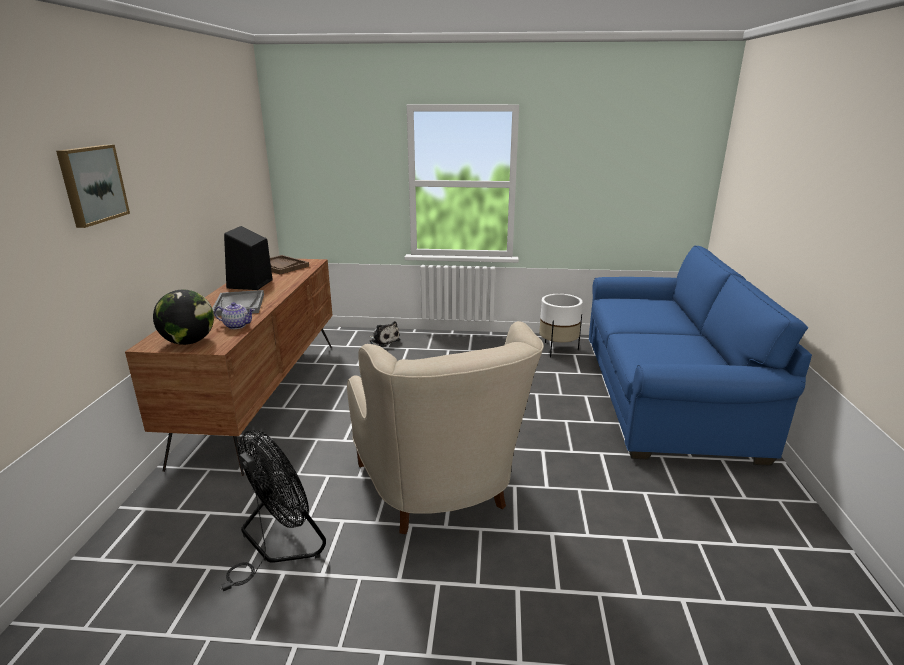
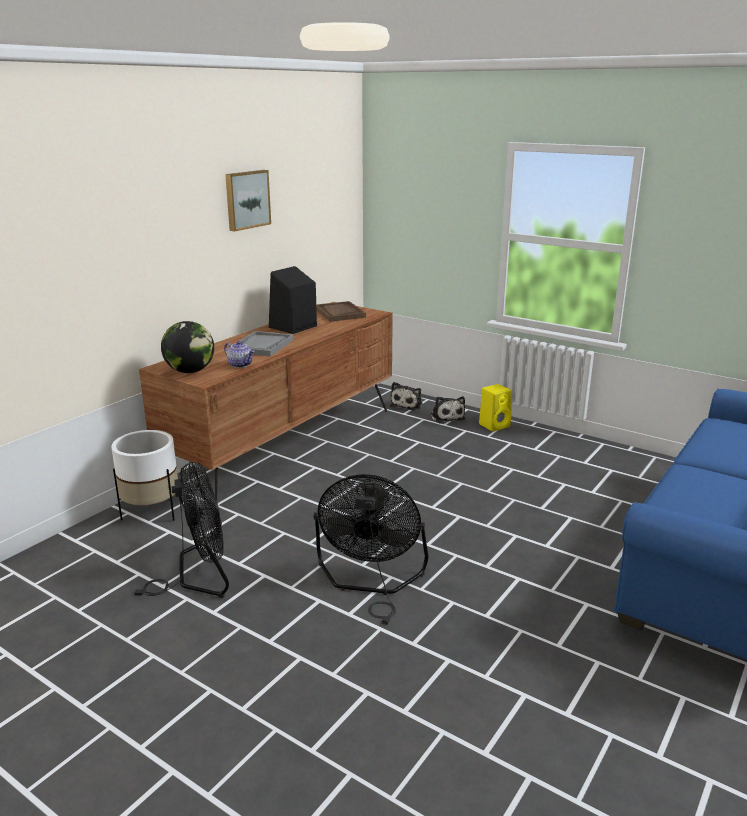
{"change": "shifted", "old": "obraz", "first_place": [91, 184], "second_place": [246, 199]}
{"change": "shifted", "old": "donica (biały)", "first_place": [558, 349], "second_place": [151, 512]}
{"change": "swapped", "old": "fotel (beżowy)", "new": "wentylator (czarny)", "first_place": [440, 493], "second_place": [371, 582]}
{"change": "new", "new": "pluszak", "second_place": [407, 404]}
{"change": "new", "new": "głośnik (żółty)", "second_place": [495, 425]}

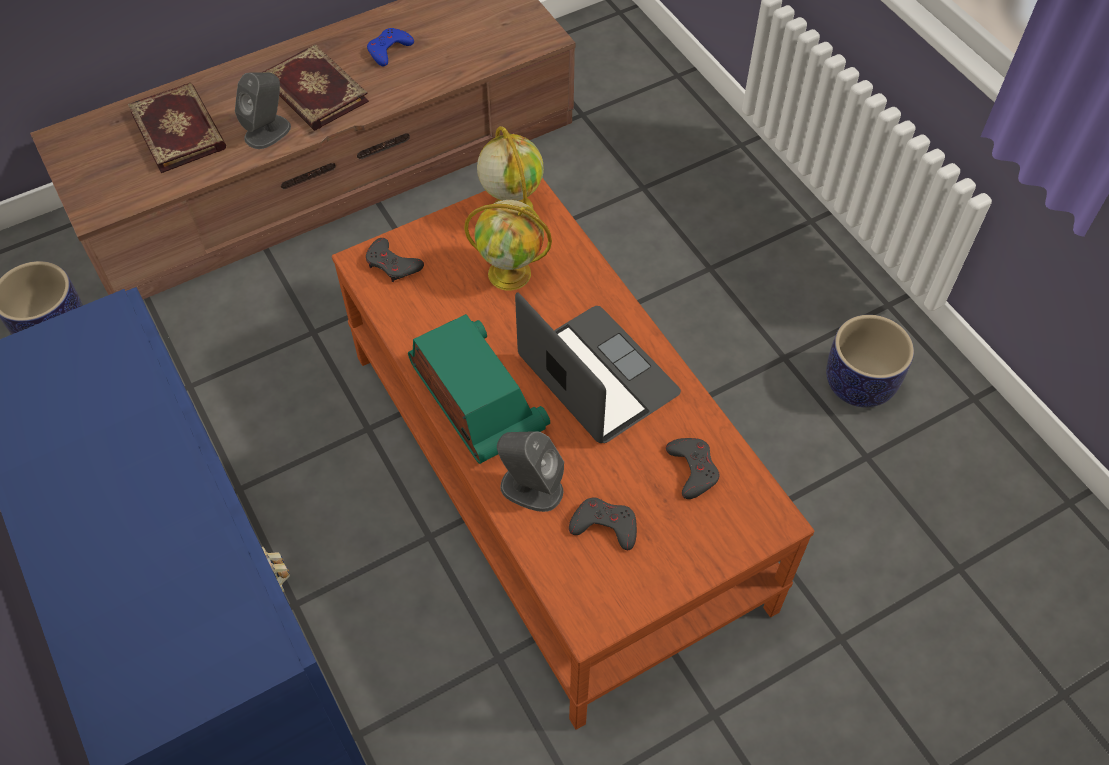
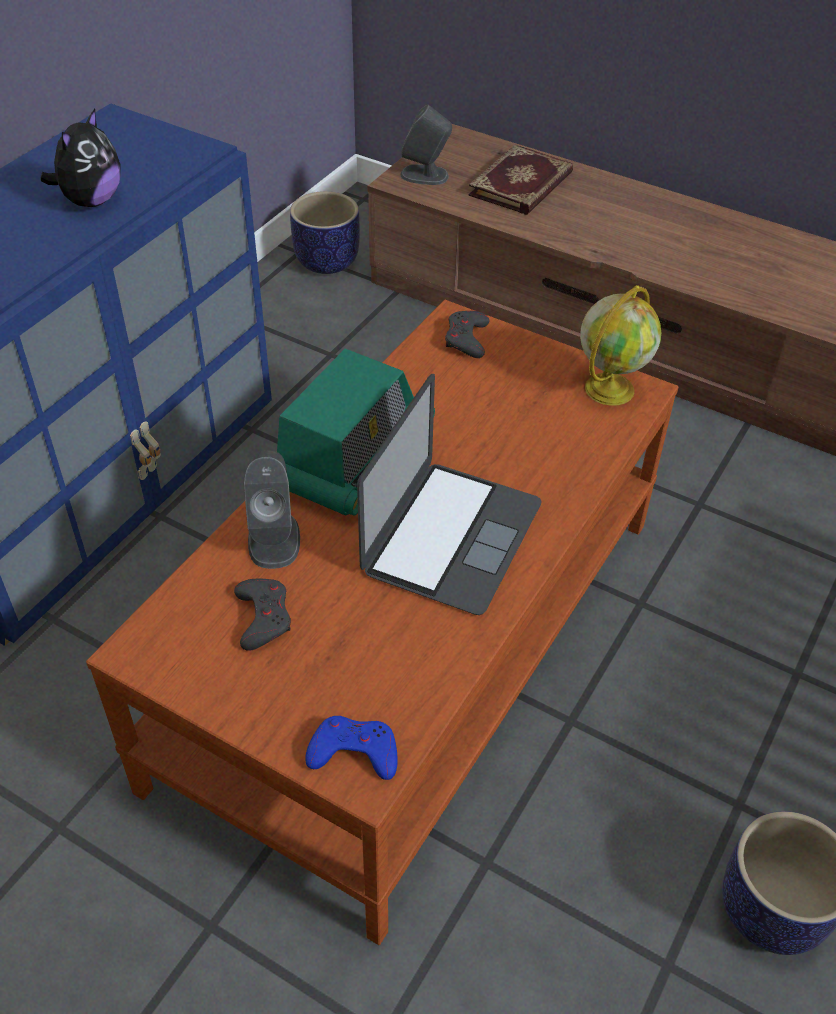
{"change": "shifted", "old": "pad do gier (niebieski)", "first_place": [389, 50], "second_place": [354, 752]}
{"change": "gone", "old": "książka", "first_place": [314, 92]}
{"change": "shifted", "old": "głośnik (szary)", "first_place": [268, 131], "second_place": [425, 175]}
{"change": "gone", "old": "globus", "first_place": [511, 273]}
{"change": "gone", "old": "pad do gier (szary)", "first_place": [692, 469]}
{"change": "new", "new": "pluszak", "second_place": [91, 201]}

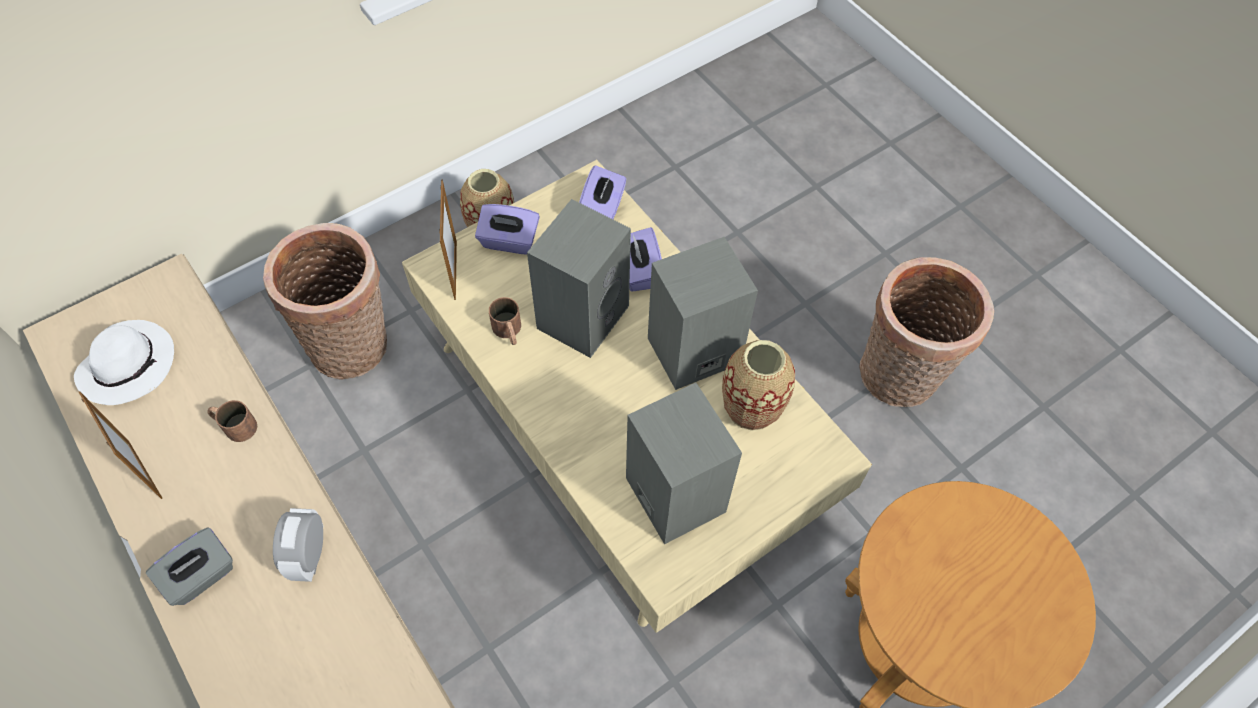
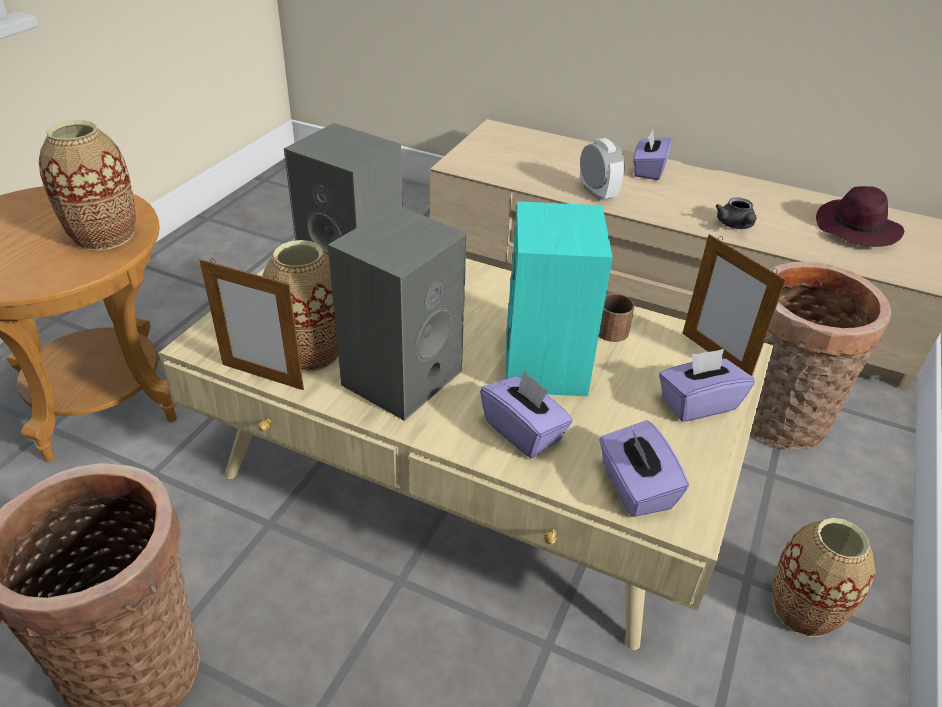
{"change": "repainted", "old": "głośnik (szary)", "new": "głośnik (turkusowy)", "first_place": [582, 314], "second_place": [547, 366]}
{"change": "repainted", "old": "kapelusz (biały)", "new": "kapelusz (fioletowy)", "first_place": [129, 364], "second_place": [857, 229]}
{"change": "shifted", "old": "ramka na zdjęcie", "first_place": [144, 469], "second_place": [262, 376]}
{"change": "swapped", "old": "kubek (brązowy)", "new": "imbryk (szary)", "first_place": [234, 425], "second_place": [735, 226]}
{"change": "repainted", "old": "pudełko chusteczek (szary)", "new": "pudełko chusteczek (fioletowy)", "first_place": [201, 576], "second_place": [648, 170]}
{"change": "new", "new": "wazon", "second_place": [104, 235]}

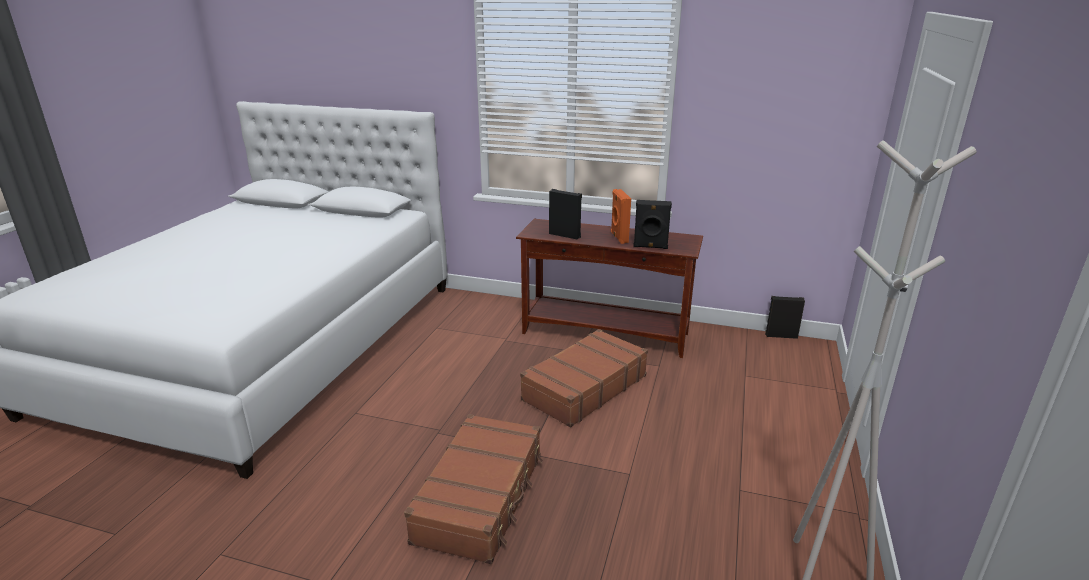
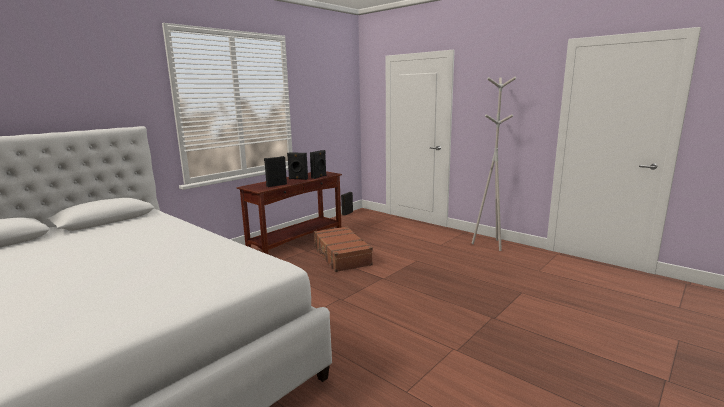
{"change": "repainted", "old": "głośnik (pomarańczowy)", "new": "głośnik (czarny)", "first_place": [618, 237], "second_place": [298, 179]}
{"change": "gone", "old": "walizka (brązowy)", "first_place": [481, 497]}

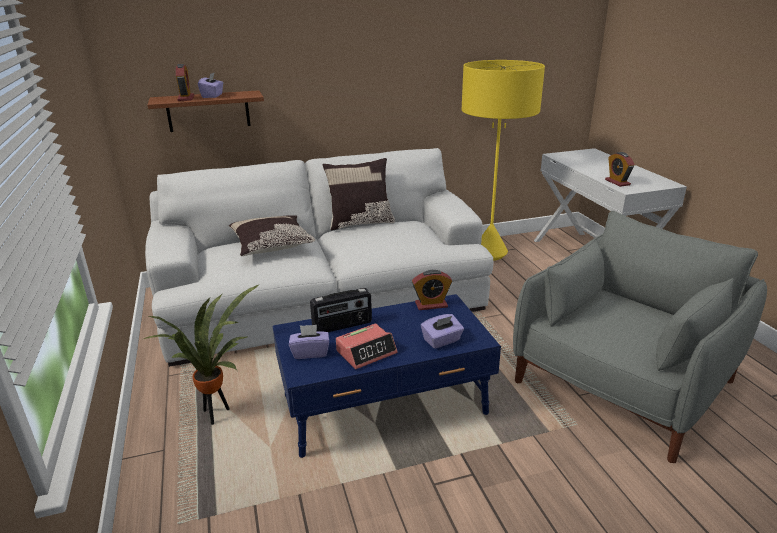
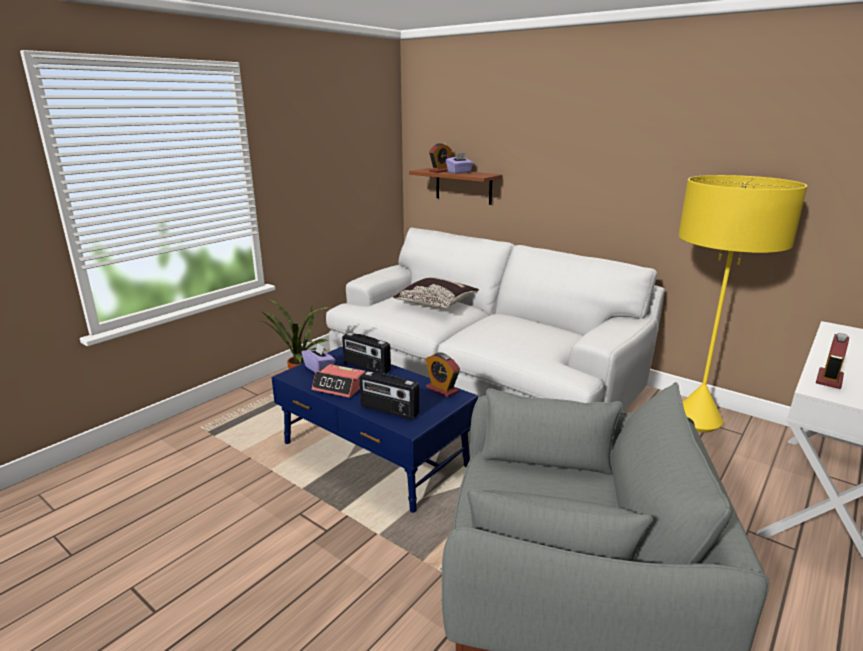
{"change": "gone", "old": "poduszka", "first_place": [360, 223]}
{"change": "swapped", "old": "pudełko chusteczek (fioletowy)", "new": "radio", "first_place": [442, 341], "second_place": [389, 411]}

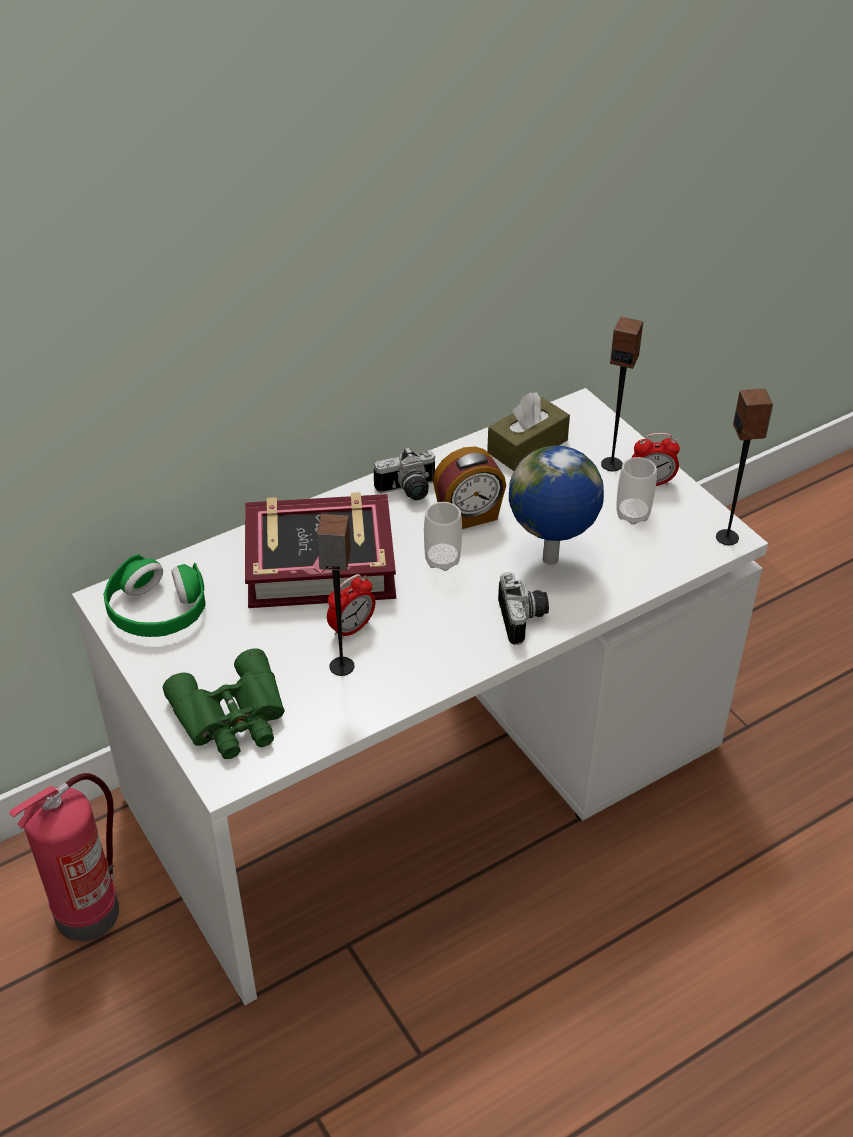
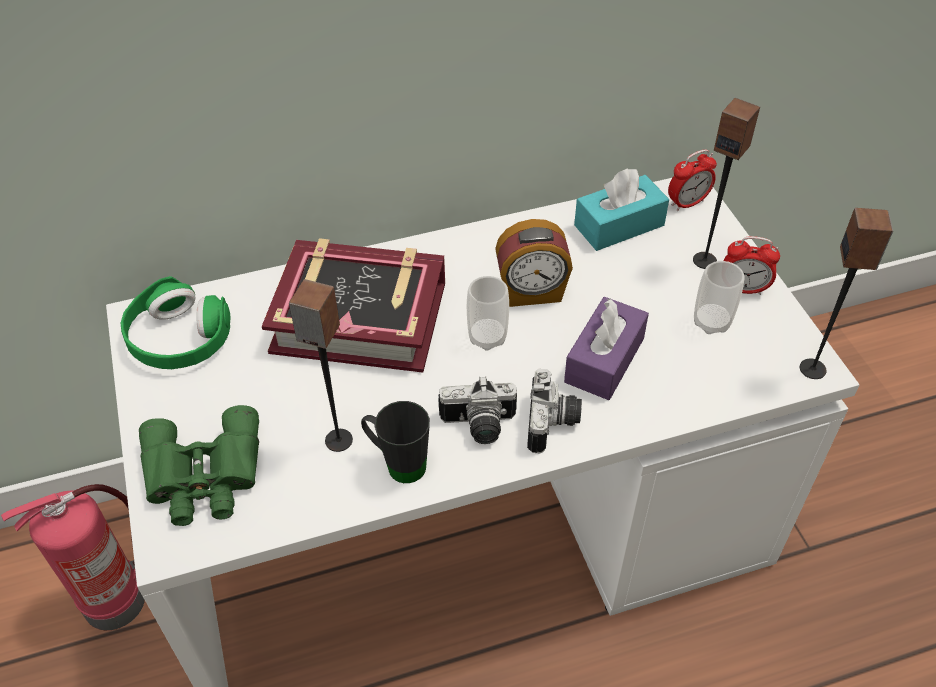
{"change": "repainted", "old": "pudełko chusteczek (brązowy)", "new": "pudełko chusteczek (turkusowy)", "first_place": [527, 446], "second_place": [619, 225]}
{"change": "swapped", "old": "globus", "new": "pudełko chusteczek (fioletowy)", "first_place": [551, 561], "second_place": [604, 360]}
{"change": "shifted", "old": "aparat fotograficzny", "first_place": [408, 491], "second_place": [478, 426]}
{"change": "shifted", "old": "budzik", "first_place": [352, 628], "second_place": [687, 203]}
{"change": "new", "new": "kubek (czarny)", "second_place": [397, 463]}

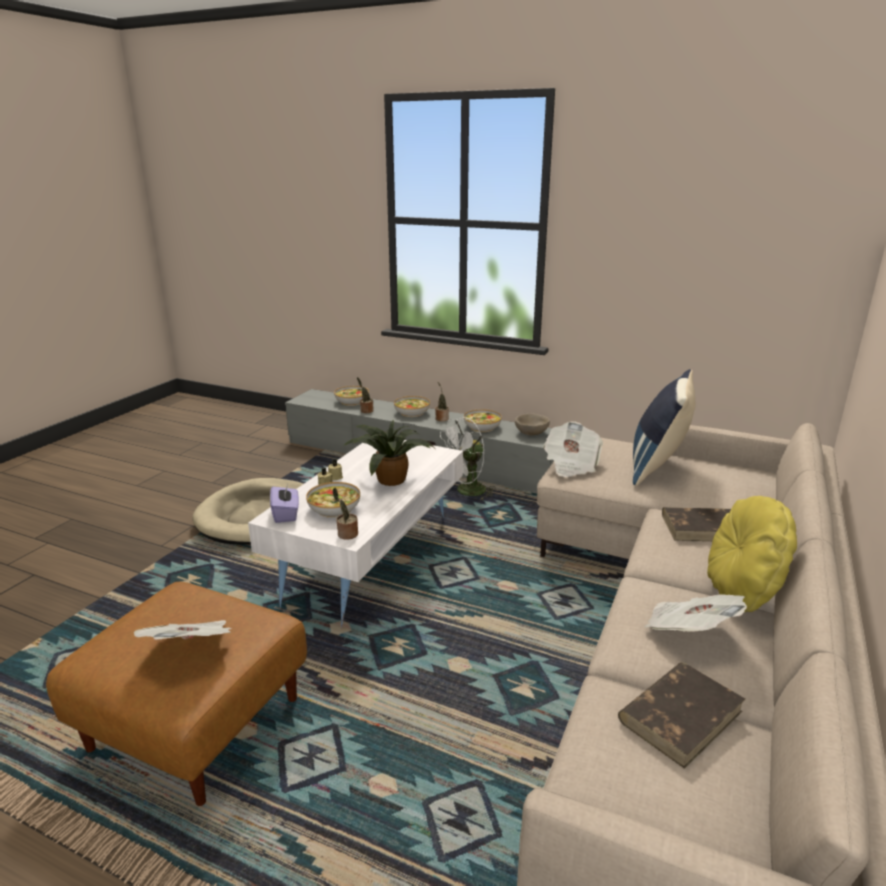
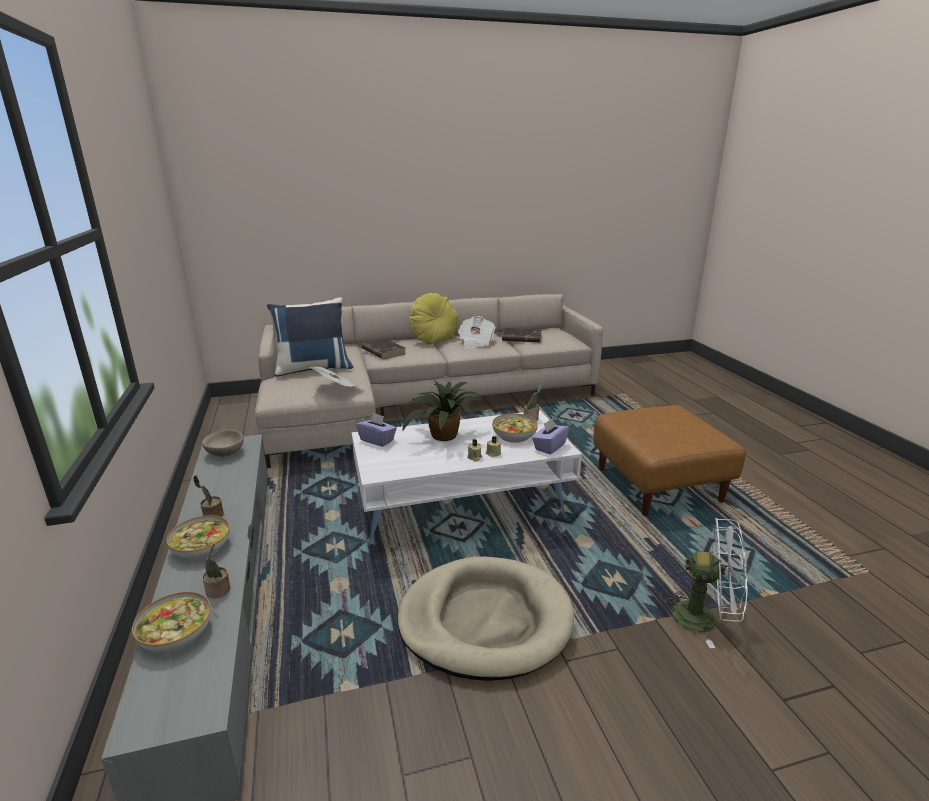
{"change": "gone", "old": "miska", "first_place": [482, 427]}
{"change": "shifted", "old": "wentylator (biały)", "first_place": [466, 492], "second_place": [704, 618]}
{"change": "gone", "old": "gazeta", "first_place": [192, 649]}
{"change": "new", "new": "pudełko chusteczek (fioletowy)", "second_place": [377, 440]}

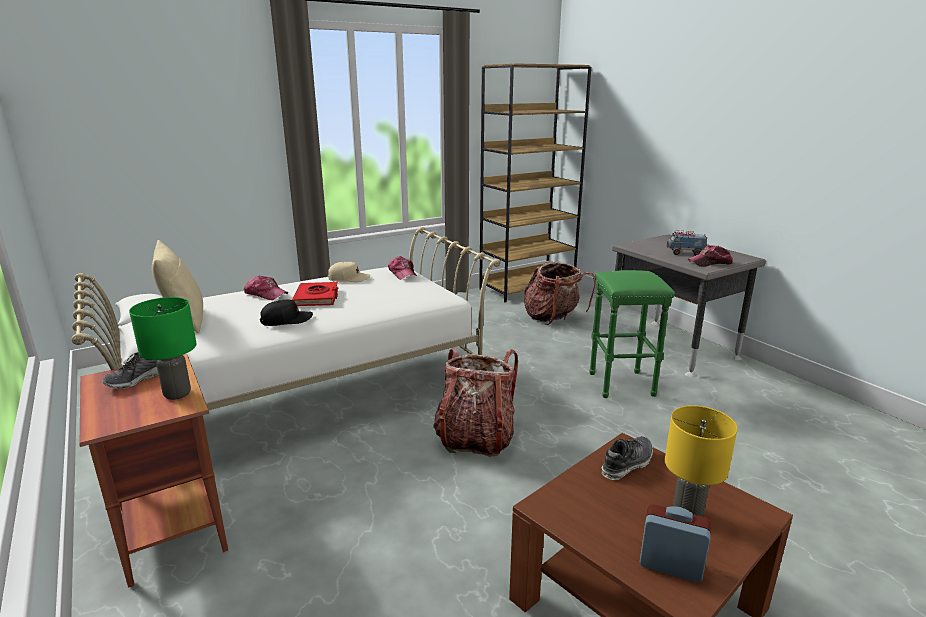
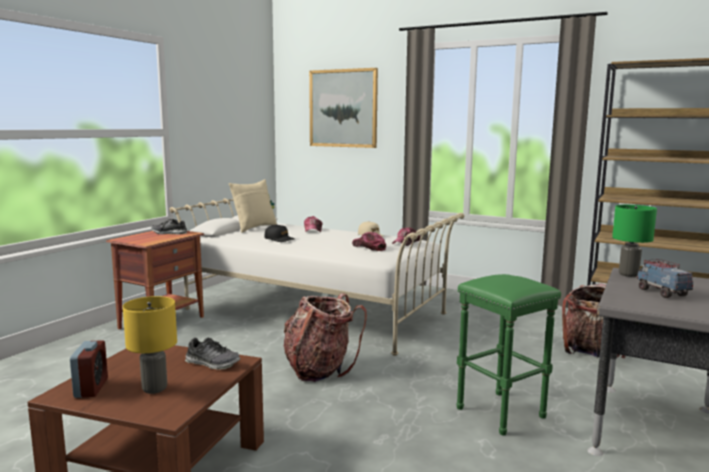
{"change": "shifted", "old": "czapka z daszkiem", "first_place": [710, 263], "second_place": [369, 247]}
{"change": "gone", "old": "książka (czerwony)", "first_place": [317, 298]}
{"change": "shifted", "old": "lampa stołowa (zielony)", "first_place": [176, 395], "second_place": [627, 275]}
{"change": "new", "new": "obraz", "second_place": [343, 108]}

